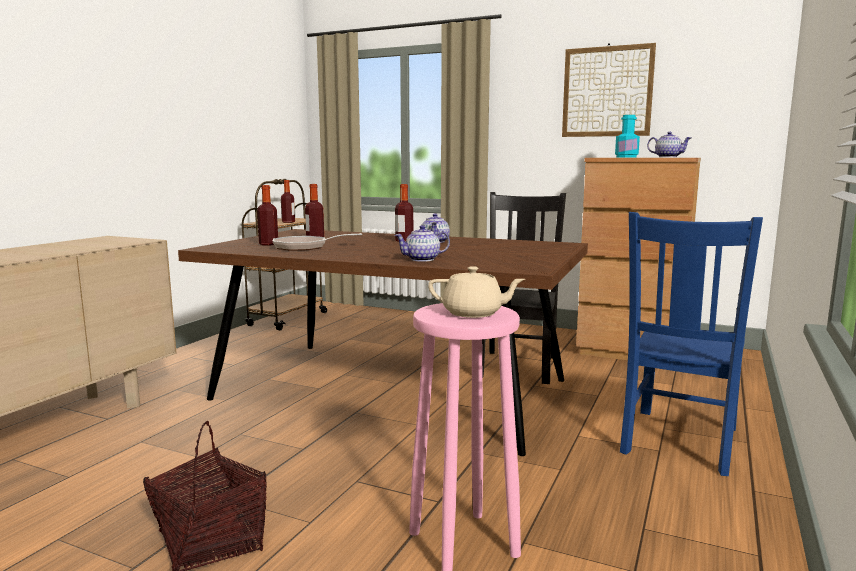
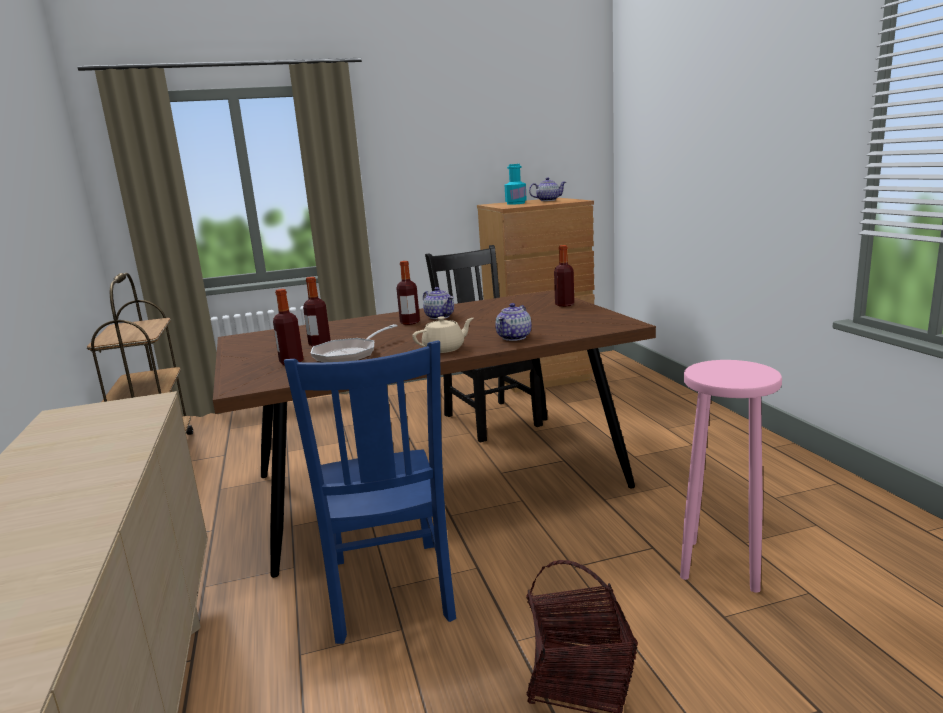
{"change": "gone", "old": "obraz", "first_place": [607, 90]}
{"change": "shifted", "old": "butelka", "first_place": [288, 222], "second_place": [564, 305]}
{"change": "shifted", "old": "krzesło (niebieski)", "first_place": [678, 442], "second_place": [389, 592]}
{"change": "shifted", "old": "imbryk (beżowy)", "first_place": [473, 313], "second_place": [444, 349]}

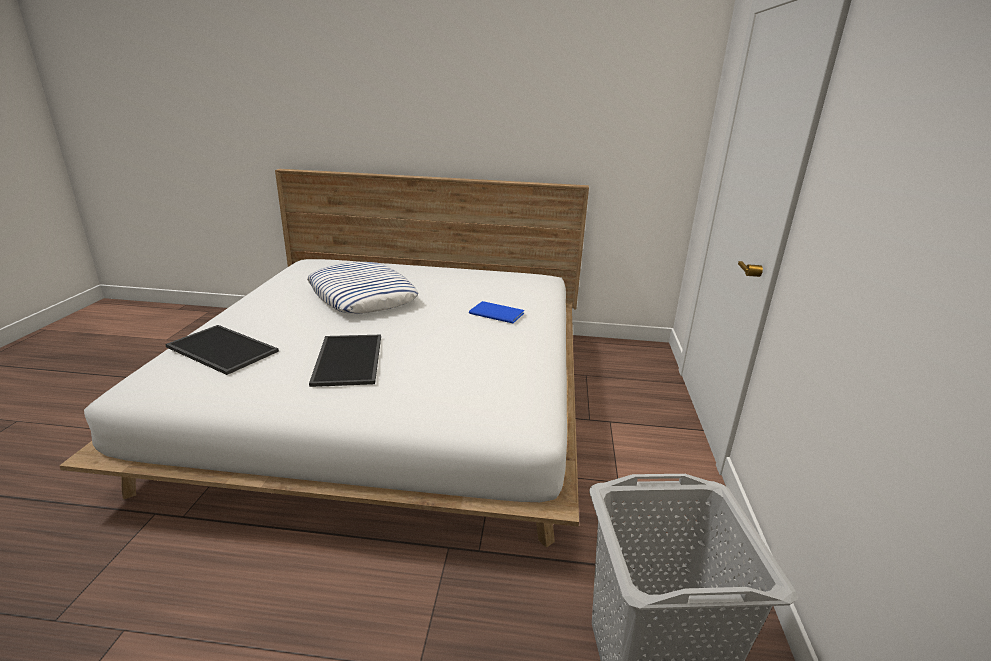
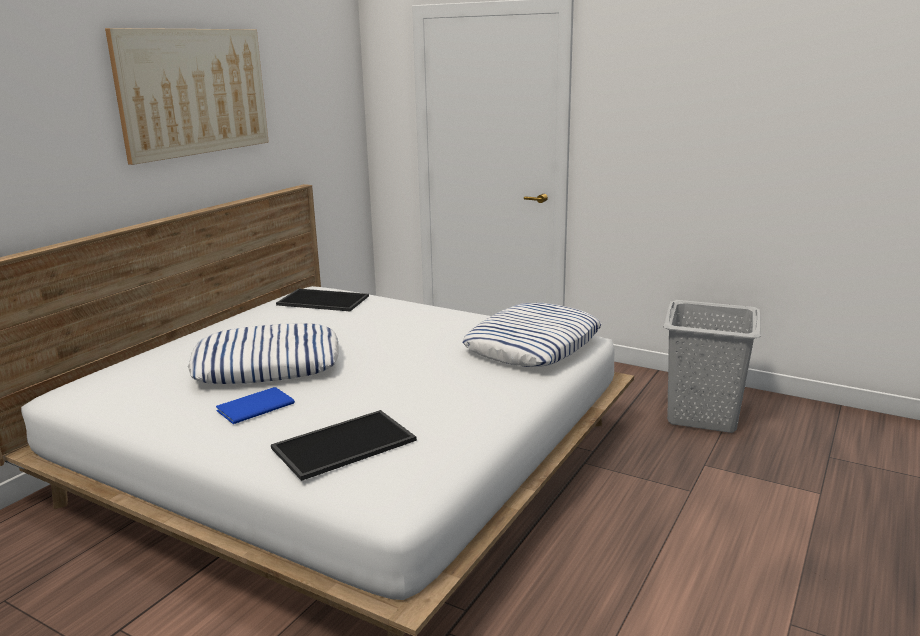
{"change": "shifted", "old": "książka (niebieski)", "first_place": [496, 313], "second_place": [253, 407]}
{"change": "shifted", "old": "taca", "first_place": [346, 359], "second_place": [321, 301]}
{"change": "new", "new": "obraz", "second_place": [194, 92]}
{"change": "new", "new": "poduszka", "second_place": [533, 344]}

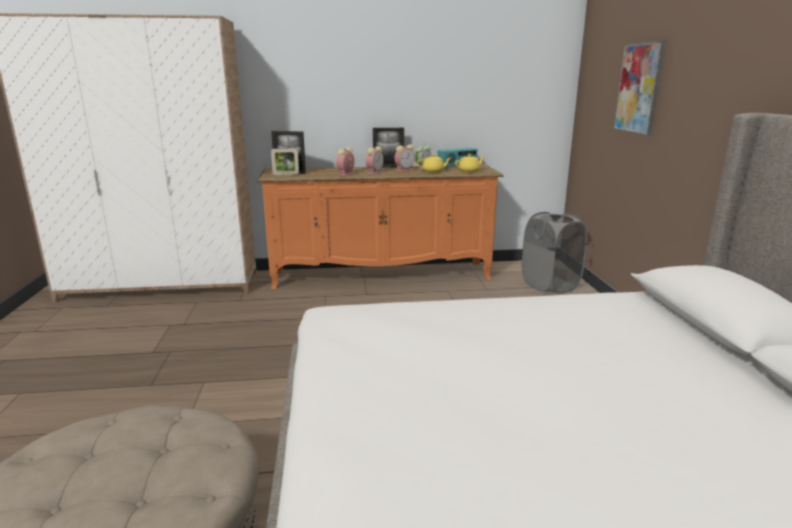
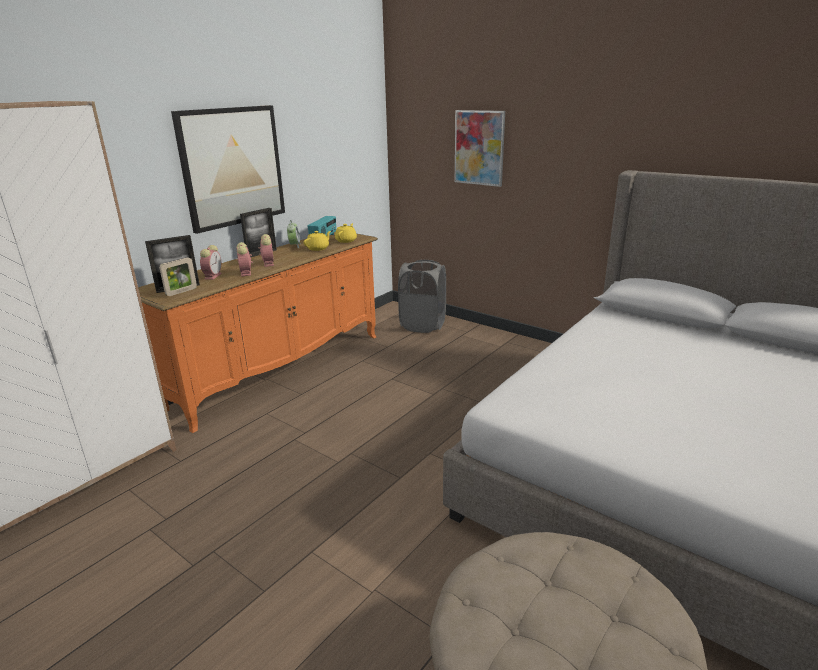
{"change": "shifted", "old": "budzik", "first_place": [405, 169], "second_place": [213, 276]}
{"change": "new", "new": "obraz", "second_place": [232, 167]}

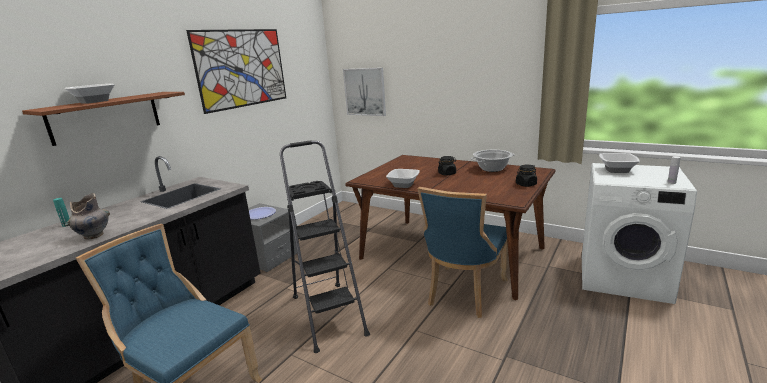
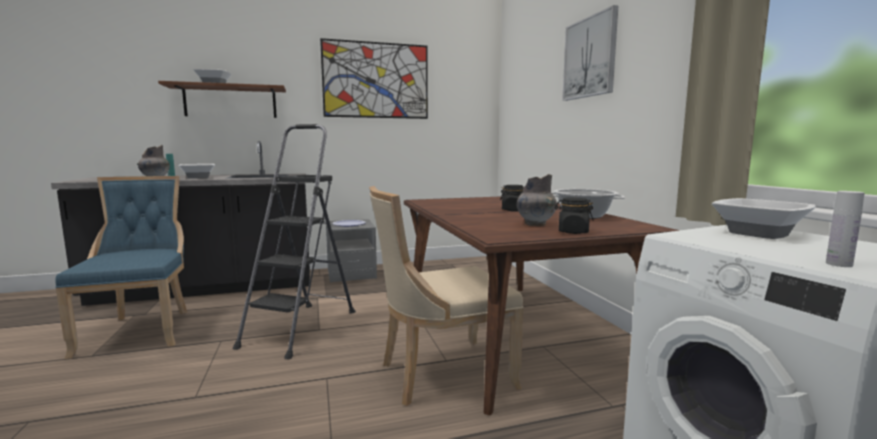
{"change": "shifted", "old": "obraz", "first_place": [365, 92], "second_place": [590, 57]}
{"change": "shifted", "old": "miska", "first_place": [403, 185], "second_place": [197, 177]}
{"change": "repainted", "old": "krzesło (niebieski)", "new": "krzesło (beżowy)", "first_place": [464, 293], "second_place": [441, 374]}
{"change": "new", "new": "wazon (szary)", "second_place": [535, 224]}

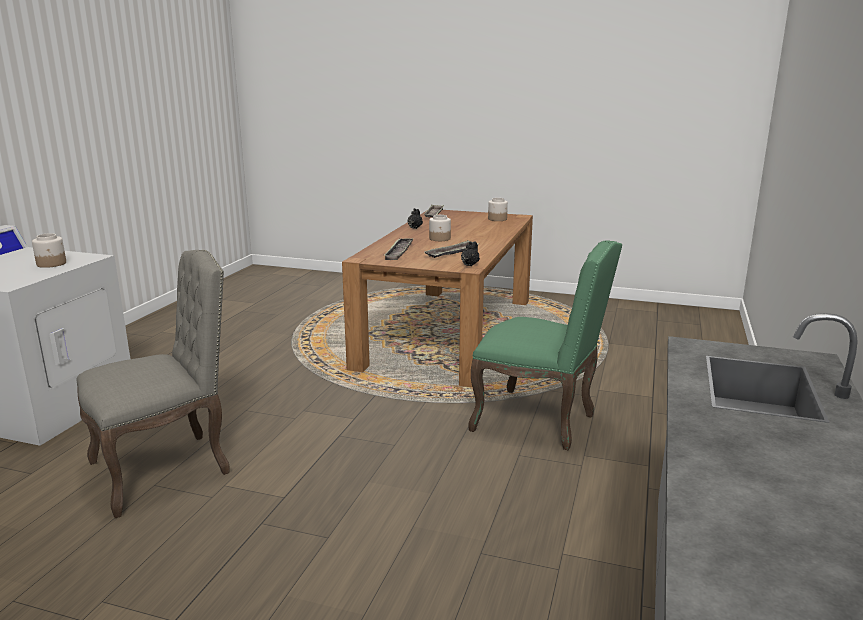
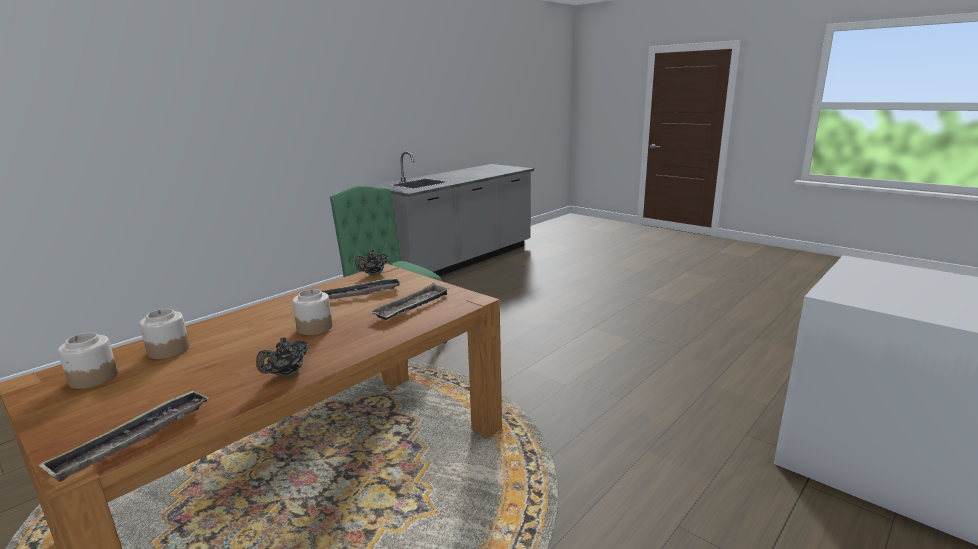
{"change": "shifted", "old": "słoik", "first_place": [51, 264], "second_place": [168, 350]}
{"change": "gone", "old": "krzesło (szary)", "first_place": [164, 469]}

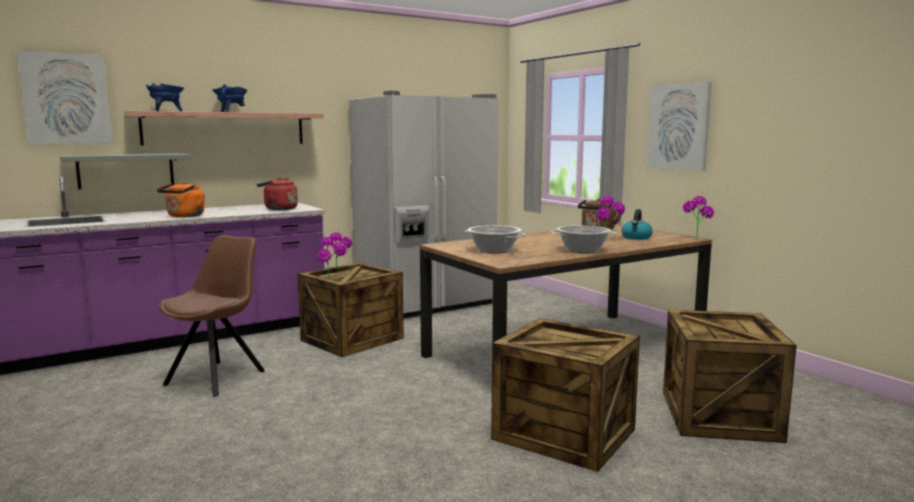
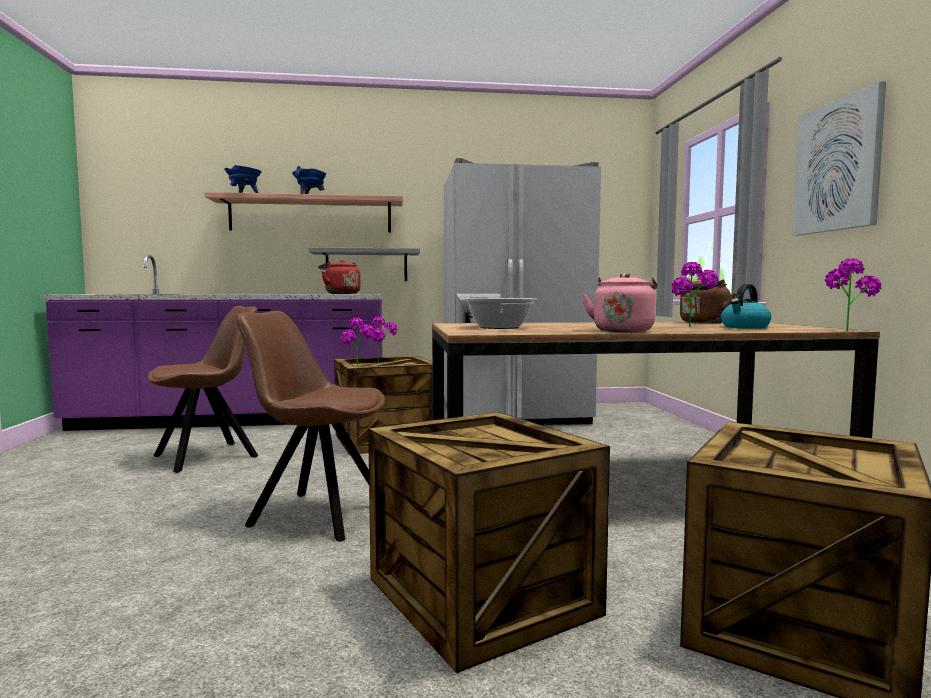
{"change": "gone", "old": "obraz", "first_place": [66, 99]}
{"change": "shifted", "old": "półka (szary)", "first_place": [126, 170], "second_place": [366, 265]}
{"change": "gone", "old": "czajnik (pomarańczowy)", "first_place": [184, 216]}
{"change": "swapped", "old": "garnek", "new": "czajnik (różowy)", "first_place": [583, 250], "second_place": [623, 331]}
{"change": "new", "new": "krzesło (brązowy)", "second_place": [318, 515]}

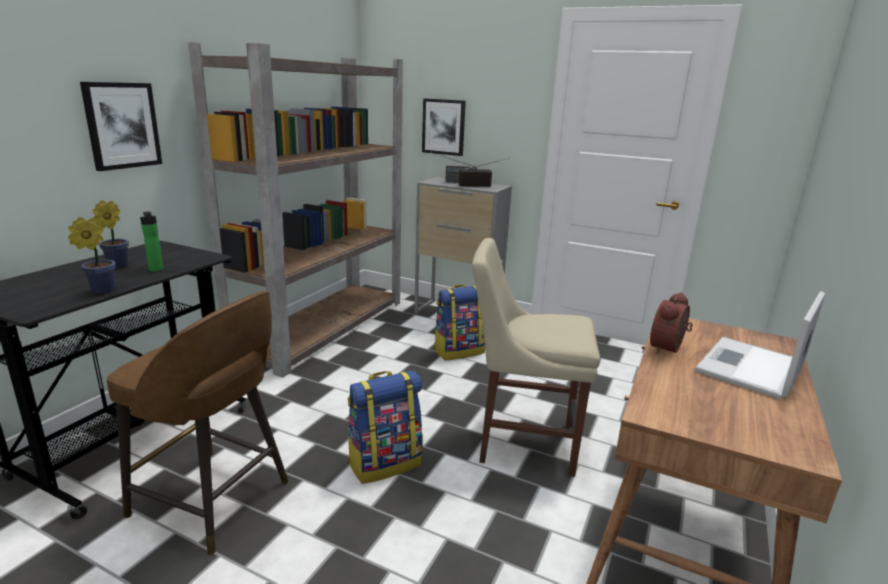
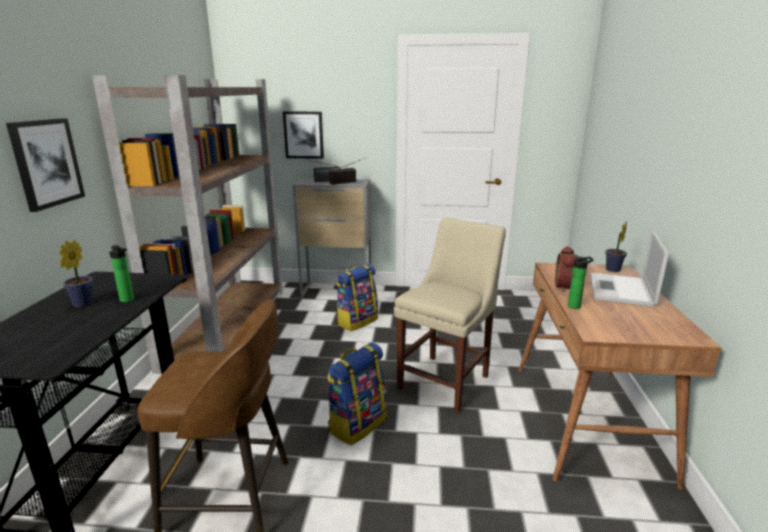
{"change": "shifted", "old": "roślina doniczkowa", "first_place": [100, 291], "second_place": [612, 270]}
{"change": "rotated", "old": "krzesło (beżowy)", "first_place": [521, 441], "second_place": [446, 380], "degrees": 135}
{"change": "new", "new": "butelka", "second_place": [575, 306]}

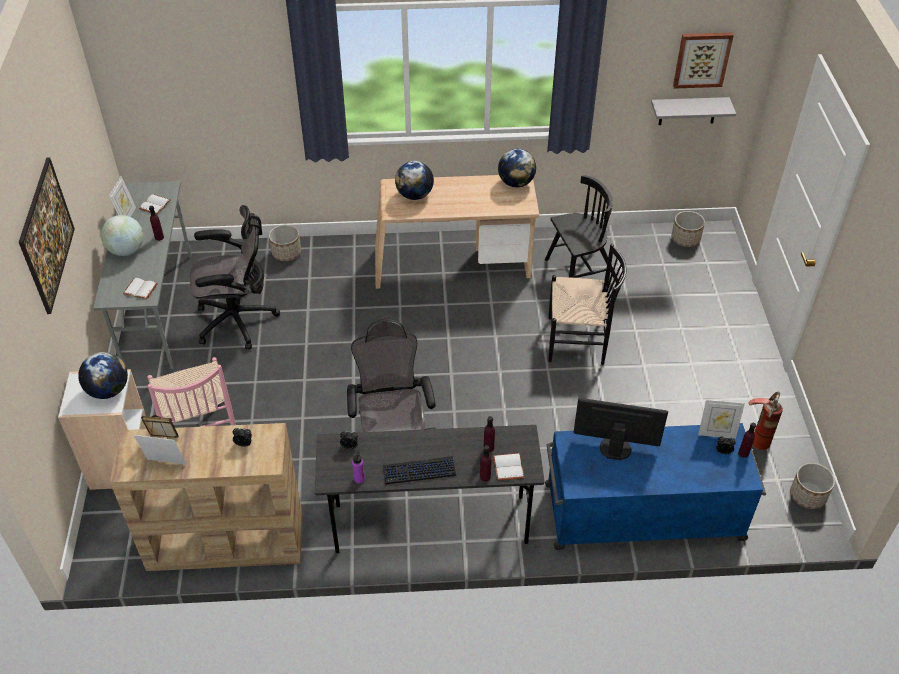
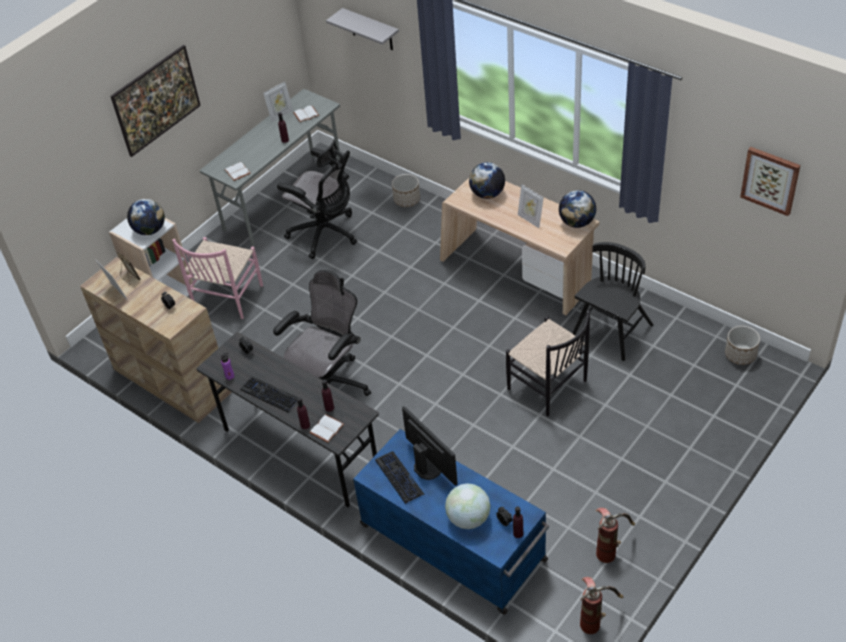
{"change": "shifted", "old": "półka (szary)", "first_place": [688, 111], "second_place": [371, 30]}
{"change": "rotated", "old": "krzesło (czarny)", "first_place": [578, 273], "second_place": [610, 333], "degrees": -75}
{"change": "shifted", "old": "globus", "first_place": [126, 250], "second_place": [468, 519]}
{"change": "shifted", "old": "ramka na zdjęcie", "first_place": [716, 433], "second_place": [530, 220]}
{"change": "swapped", "old": "donica", "new": "gaśnica", "first_place": [808, 496], "second_place": [595, 619]}
{"change": "new", "new": "klawiatura", "second_place": [399, 478]}

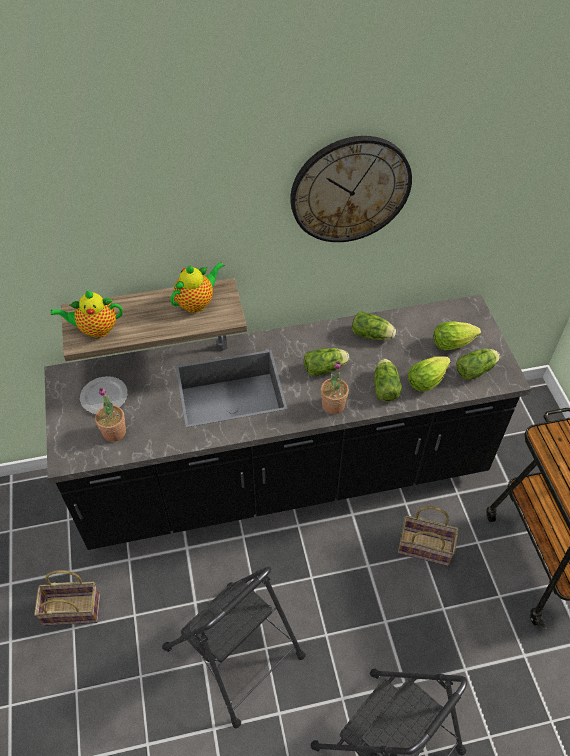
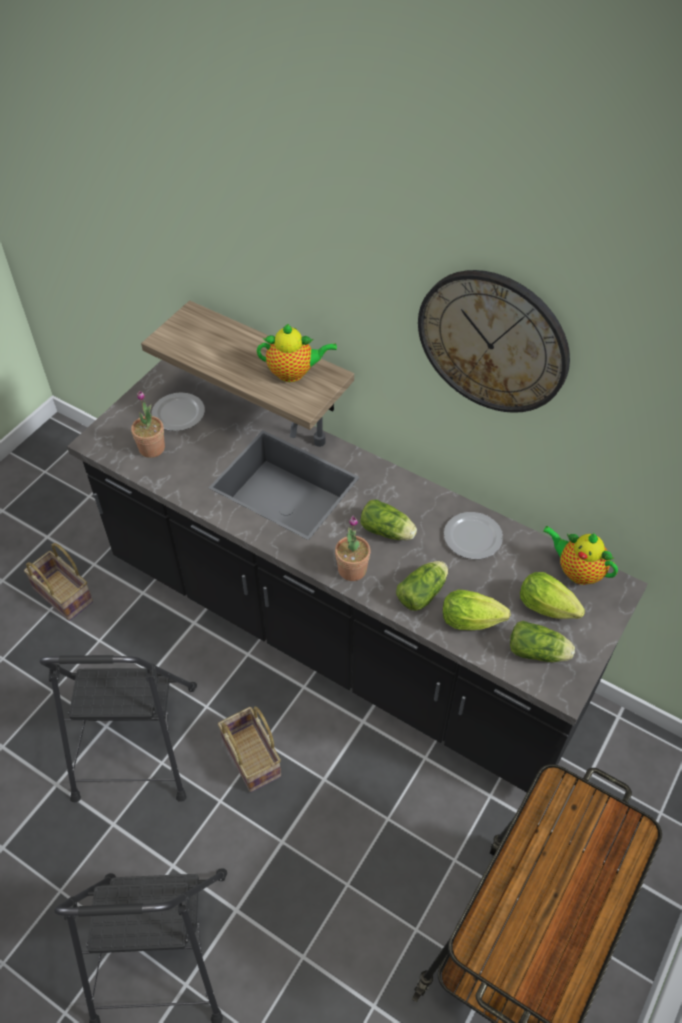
{"change": "shifted", "old": "imbryk", "first_place": [95, 329], "second_place": [577, 571]}
{"change": "swapped", "old": "sałata", "new": "talerz", "first_place": [373, 335], "second_place": [473, 536]}
{"change": "shifted", "old": "koszyk", "first_place": [426, 547], "second_place": [253, 758]}

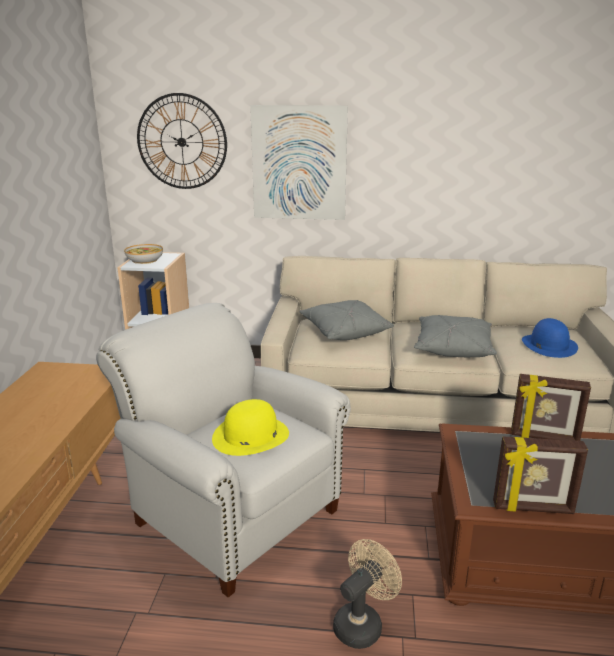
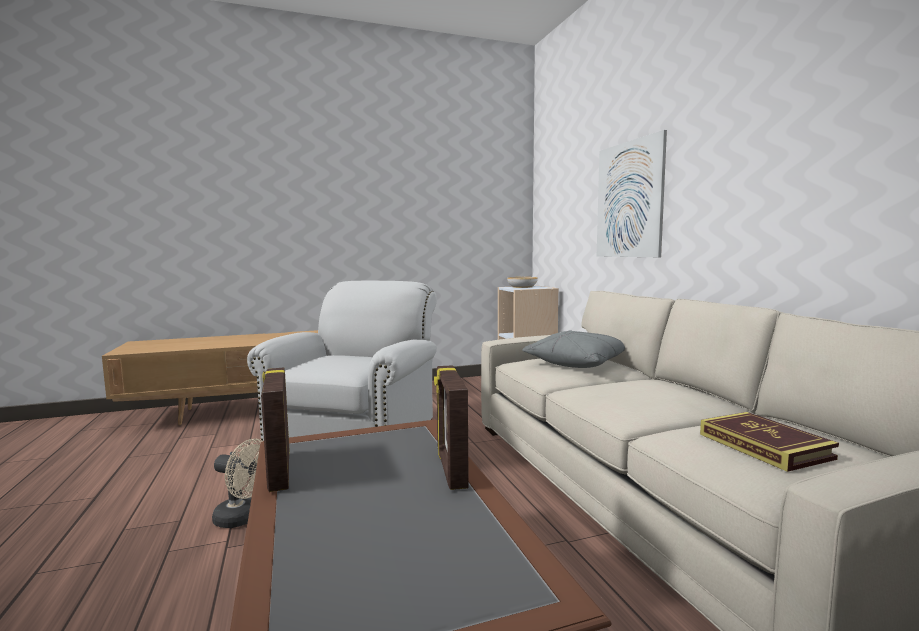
{"change": "gone", "old": "zegar ścienny", "first_place": [182, 142]}
{"change": "gone", "old": "poduszka (szary)", "first_place": [453, 348]}
{"change": "swapped", "old": "kapelusz (niebieski)", "new": "książka", "first_place": [548, 345], "second_place": [764, 446]}
{"change": "gone", "old": "kapelusz (żółty)", "first_place": [250, 436]}

